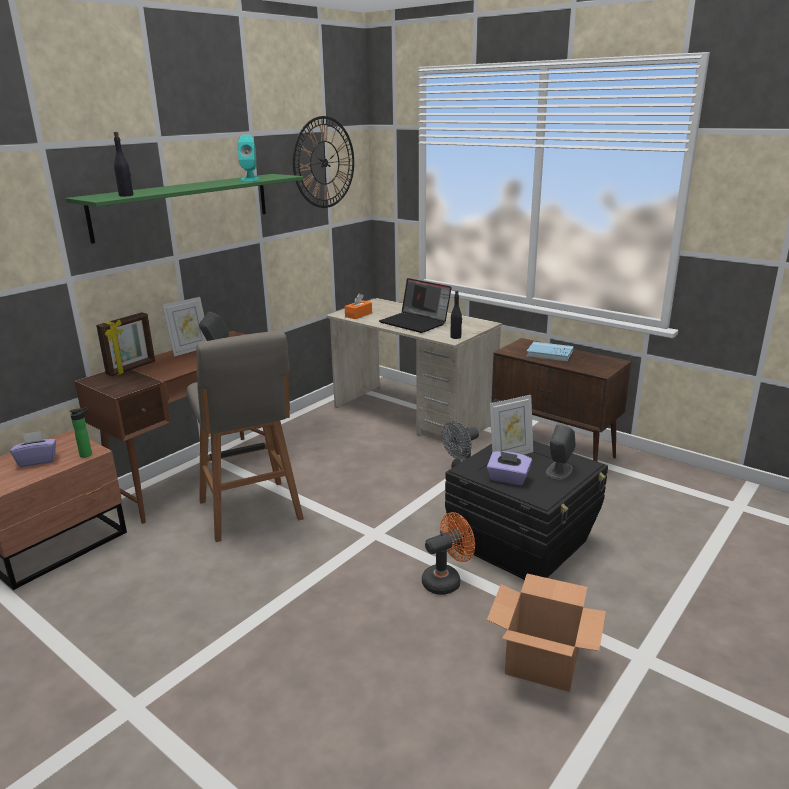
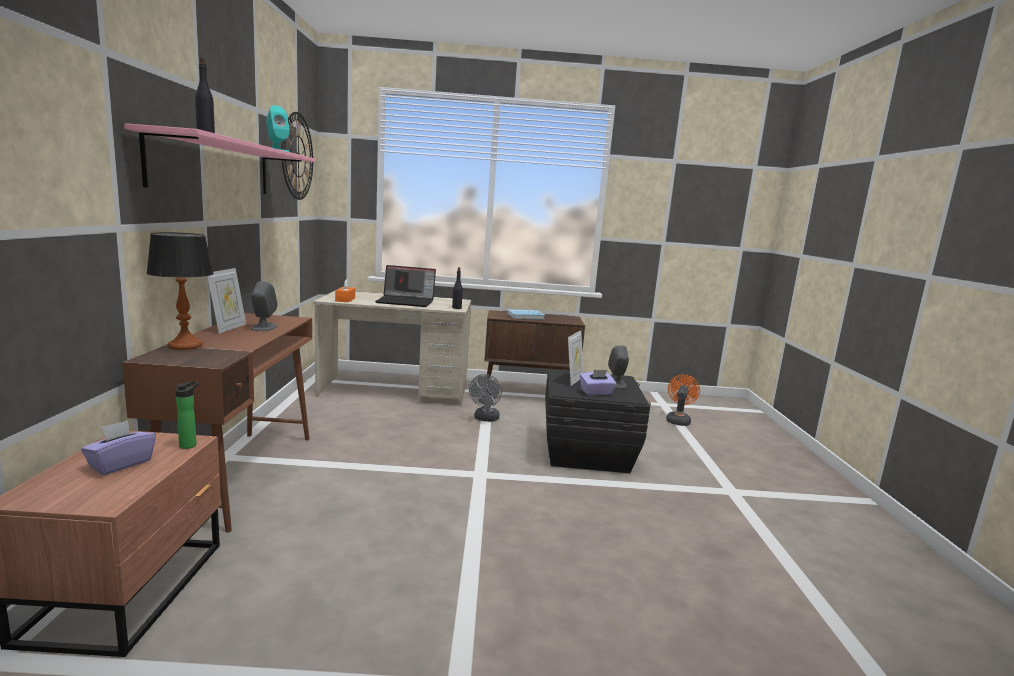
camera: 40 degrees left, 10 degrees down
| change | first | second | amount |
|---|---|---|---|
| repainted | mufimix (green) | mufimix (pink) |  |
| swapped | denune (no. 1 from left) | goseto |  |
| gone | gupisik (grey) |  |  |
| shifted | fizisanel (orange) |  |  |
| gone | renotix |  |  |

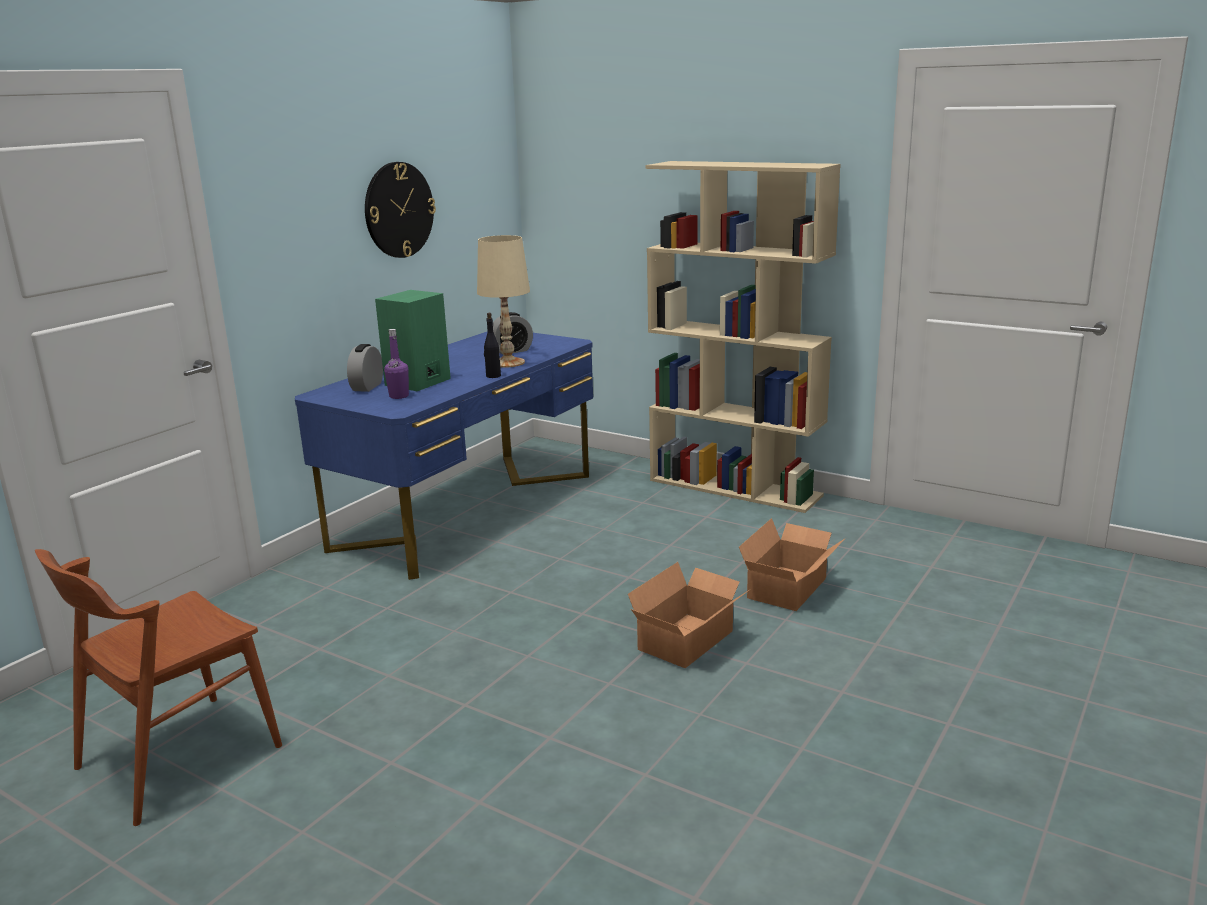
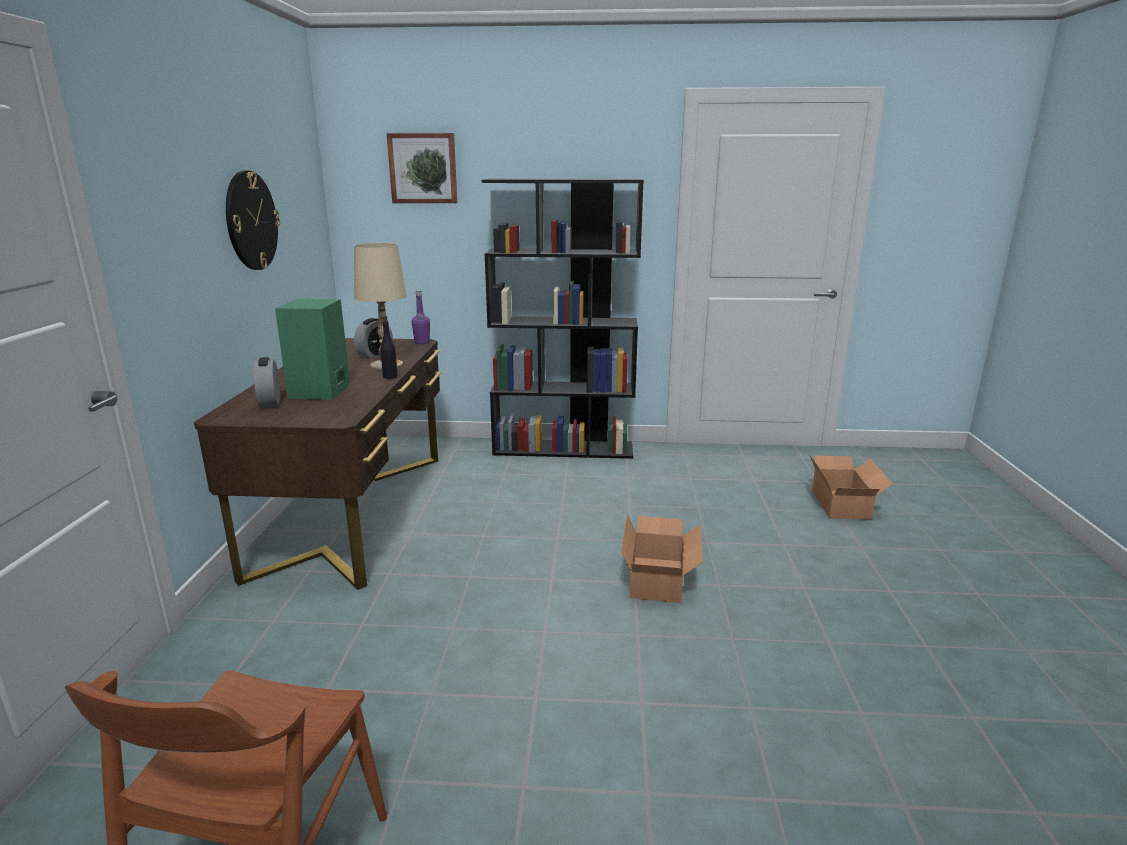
camera: 30 degrees left, 0 degrees up
| change | first | second | amount |
|---|---|---|---|
| repainted | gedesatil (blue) | gedesatil (brown) |  |
| shifted | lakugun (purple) |  |  |
| repainted | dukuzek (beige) | dukuzek (black) |  |
| shifted | renotix (no. 2 from left) |  |  |
| new |  | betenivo |  |

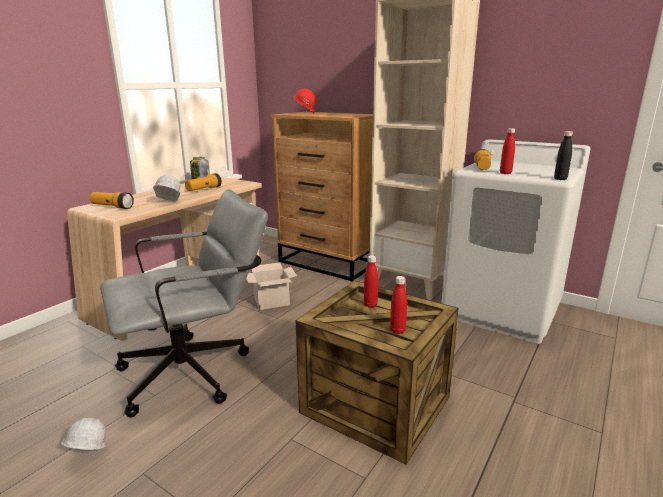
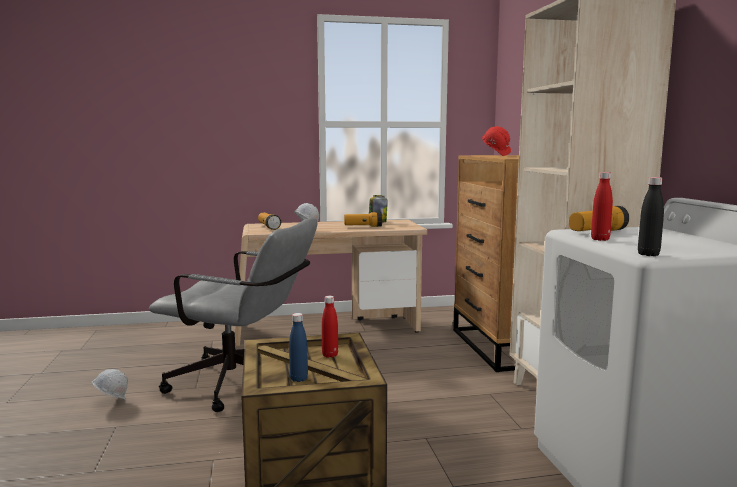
camera: 45 degrees right, 10 degrees down
| change | first | second | amount |
|---|---|---|---|
| gone | renotix |  |  |
| repainted | lakugun (red) (no. 2 from left) | lakugun (blue) |  |

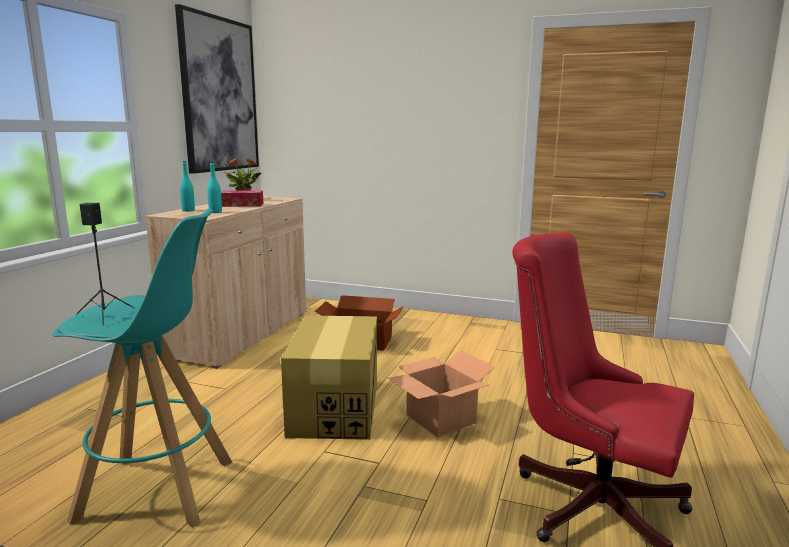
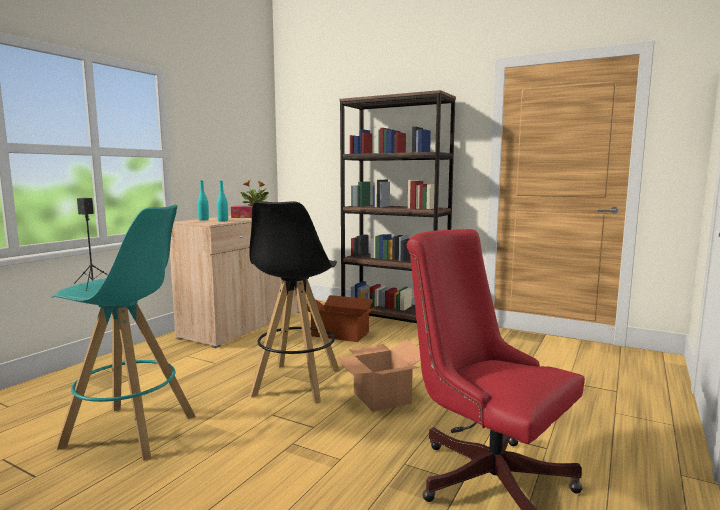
camera: 10 degrees right, 5 degrees down
| change | first | second | amount |
|---|---|---|---|
| gone | betenivo |  |  |
| swapped | renotix (no. 1 from left) | gupisik (black) |  |
| new |  | dukuzek (brown) |  |

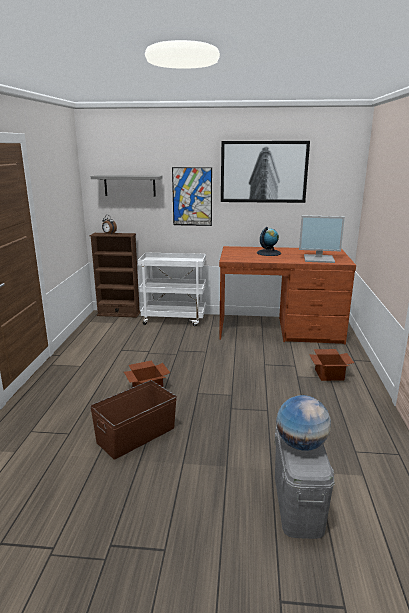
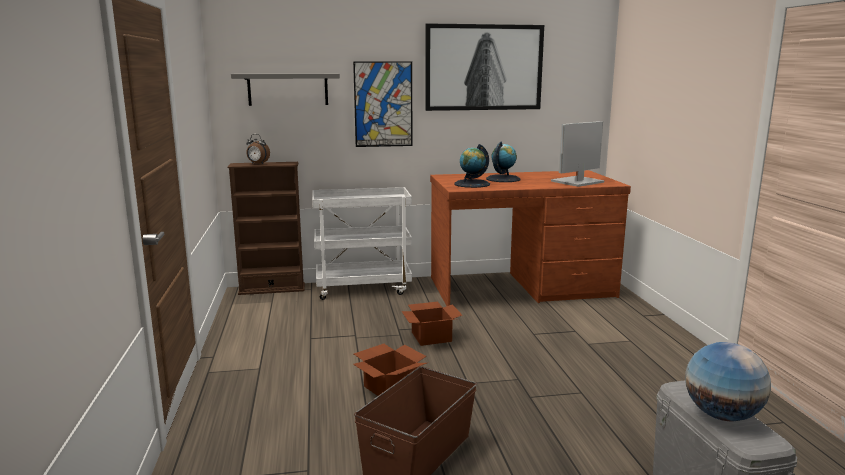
camera: 15 degrees left, 5 degrees down
| change | first | second | amount |
|---|---|---|---|
| rotated | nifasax |  | 150 degrees clockwise |
| shifted | renotix (no. 2 from left) |  |  |
| new |  | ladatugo (no. 1 from left) |  |

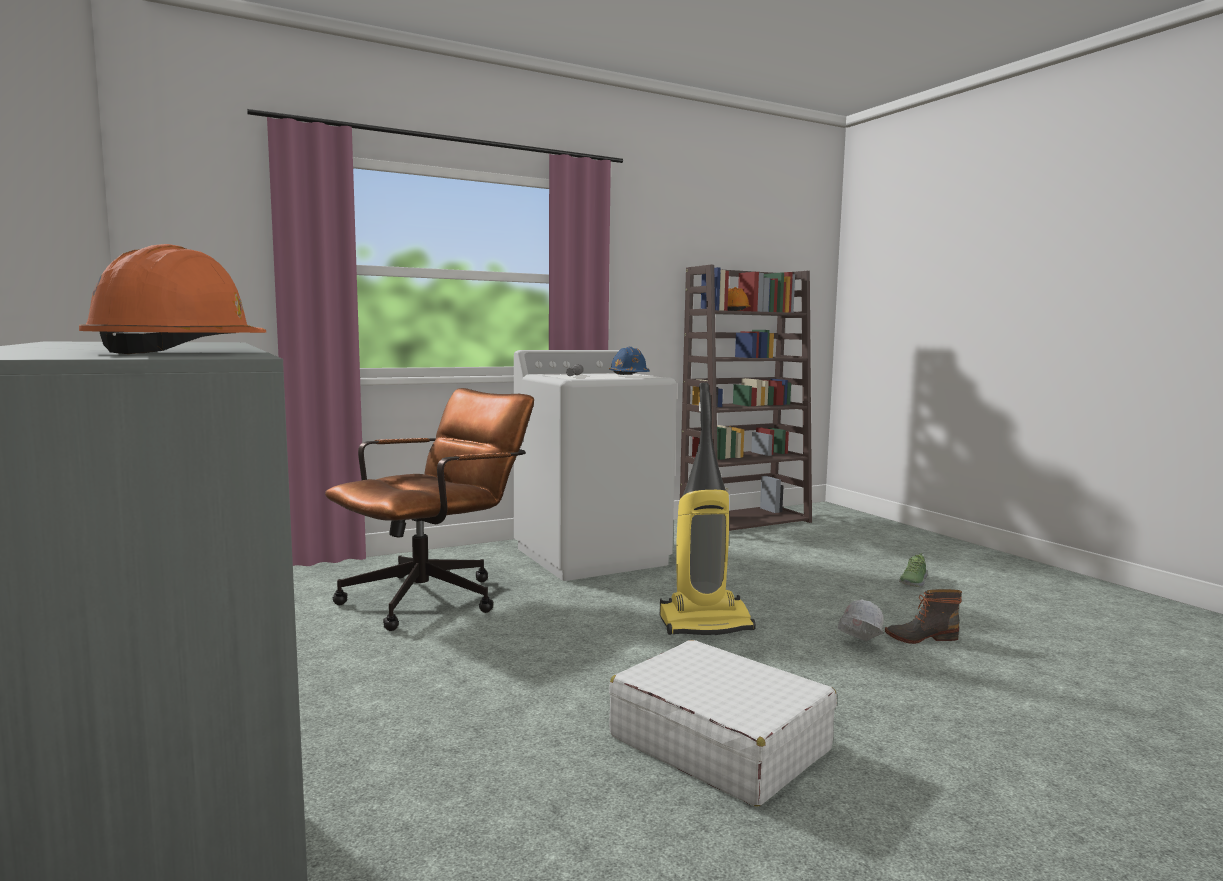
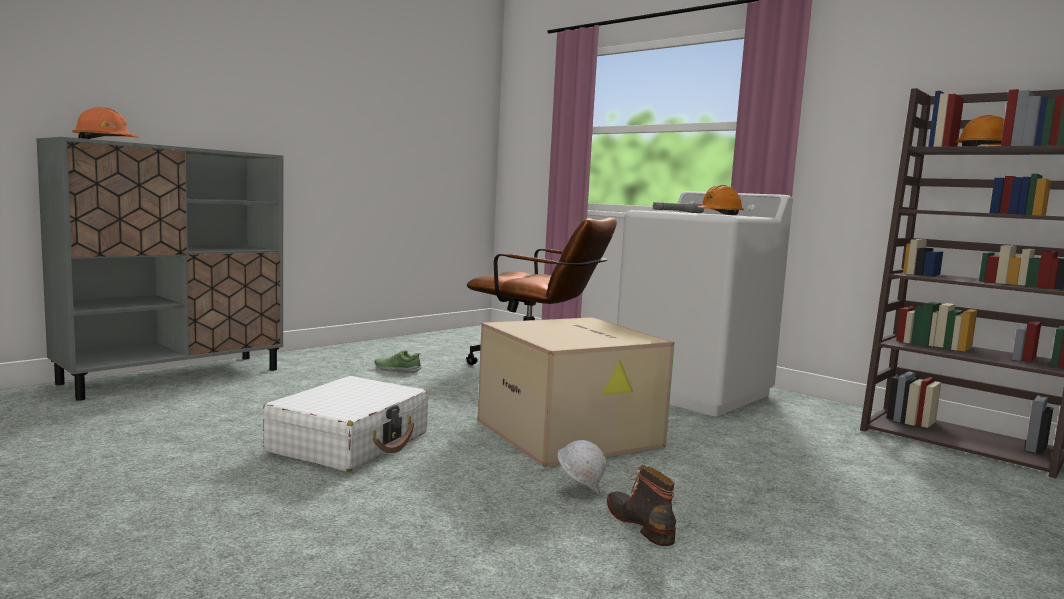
camera: 70 degrees right, 0 degrees up
| change | first | second | amount |
|---|---|---|---|
| repainted | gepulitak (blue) | gepulitak (orange) (no. 2 from left) |  |
| swapped | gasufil | renotix |  |
| shifted | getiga |  |  |

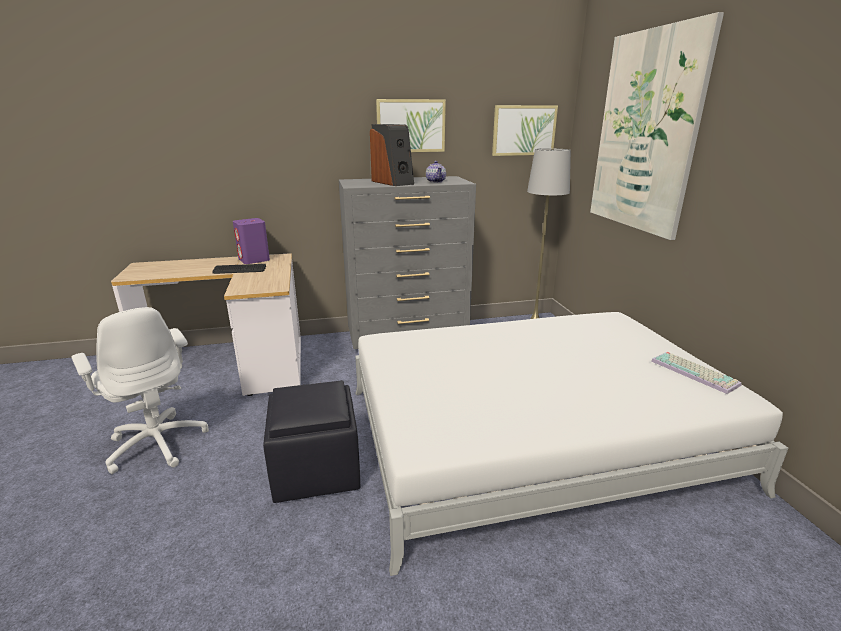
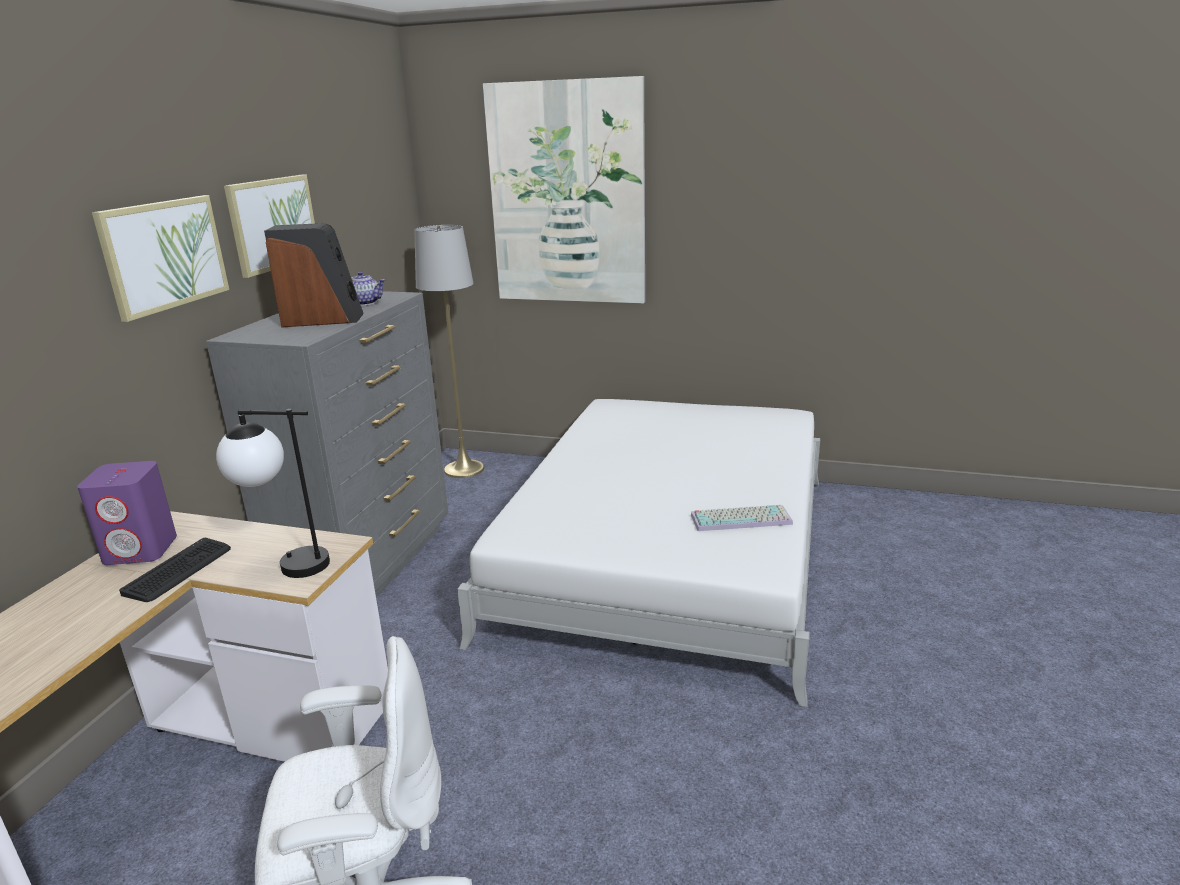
camera: 60 degrees left, 0 degrees up
| change | first | second | amount |
|---|---|---|---|
| gone | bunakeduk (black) |  |  |
| shifted | betenivo (no. 2 from left in the first image) | betenivo (no. 1 from left) |  |
| shifted | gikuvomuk (no. 2 from left) |  |  |
| new |  | goseto |  |

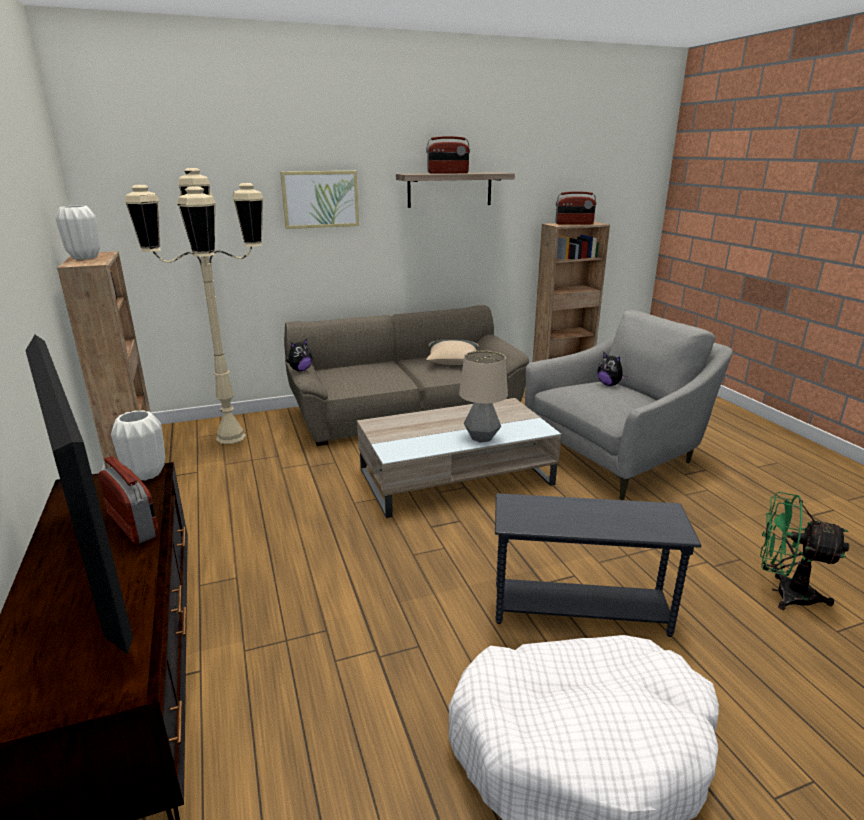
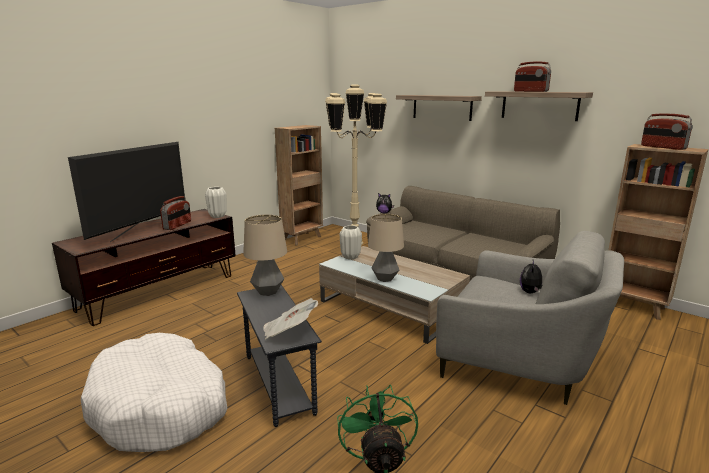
camera: 60 degrees right, 5 degrees down
| change | first | second | amount |
|---|---|---|---|
| shifted | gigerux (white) (no. 1 from left in the first image) | gigerux (white) (no. 2 from left) |  |
| swapped | betenivo | mufimix (no. 1 from left) |  |
| gone | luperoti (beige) |  |  |
| new |  | goseto (no. 1 from left) |  |
| new |  | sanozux |  |

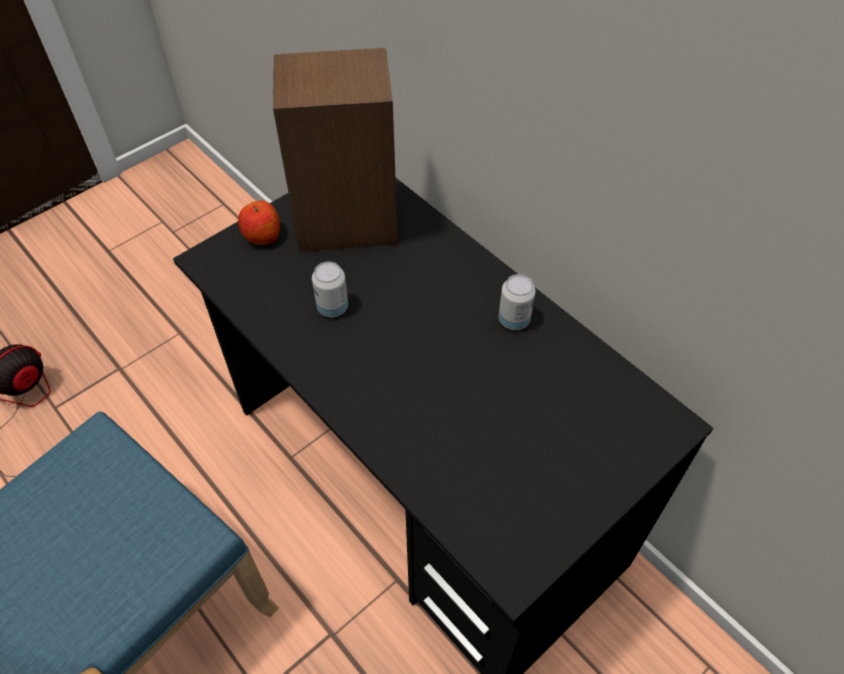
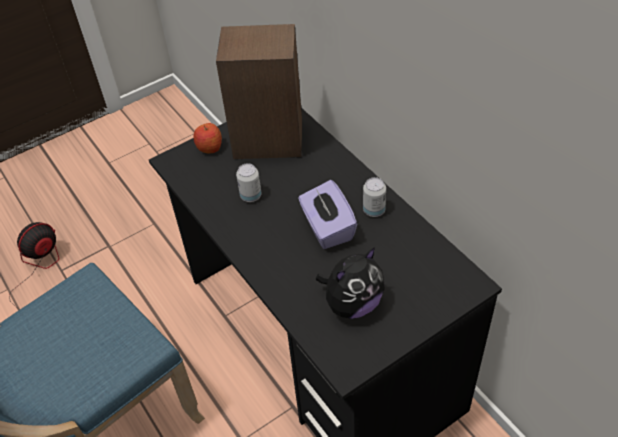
camera: 10 degrees right, 5 degrees down
| change | first | second | amount |
|---|---|---|---|
| new |  | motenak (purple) |  |
| new |  | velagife |  |

